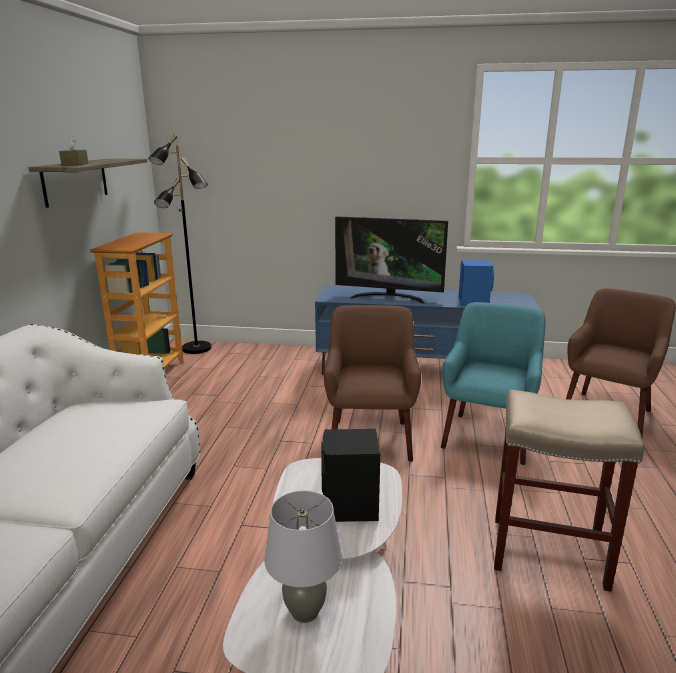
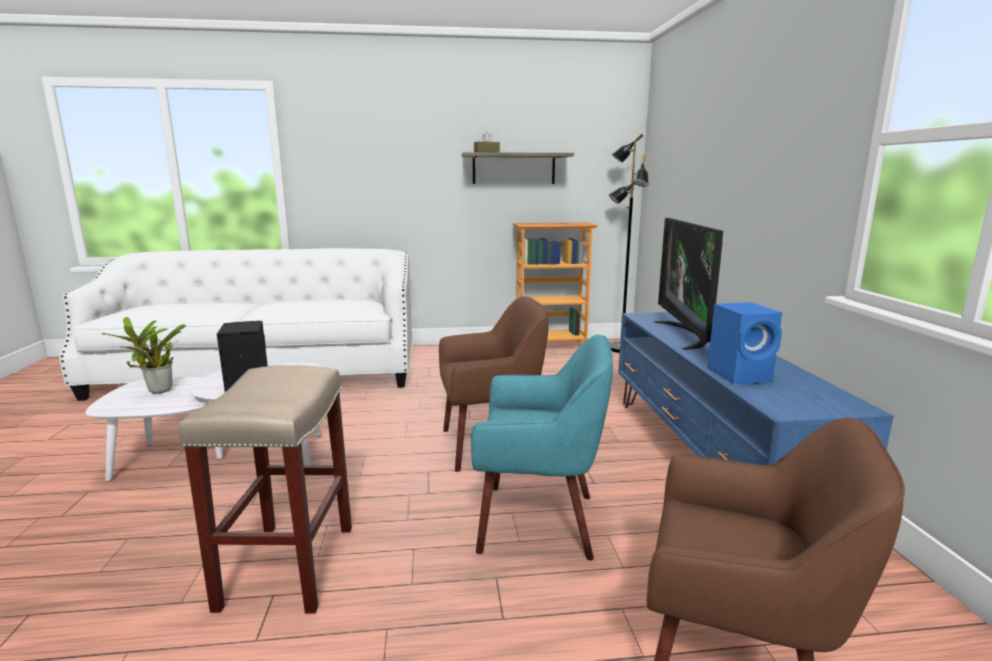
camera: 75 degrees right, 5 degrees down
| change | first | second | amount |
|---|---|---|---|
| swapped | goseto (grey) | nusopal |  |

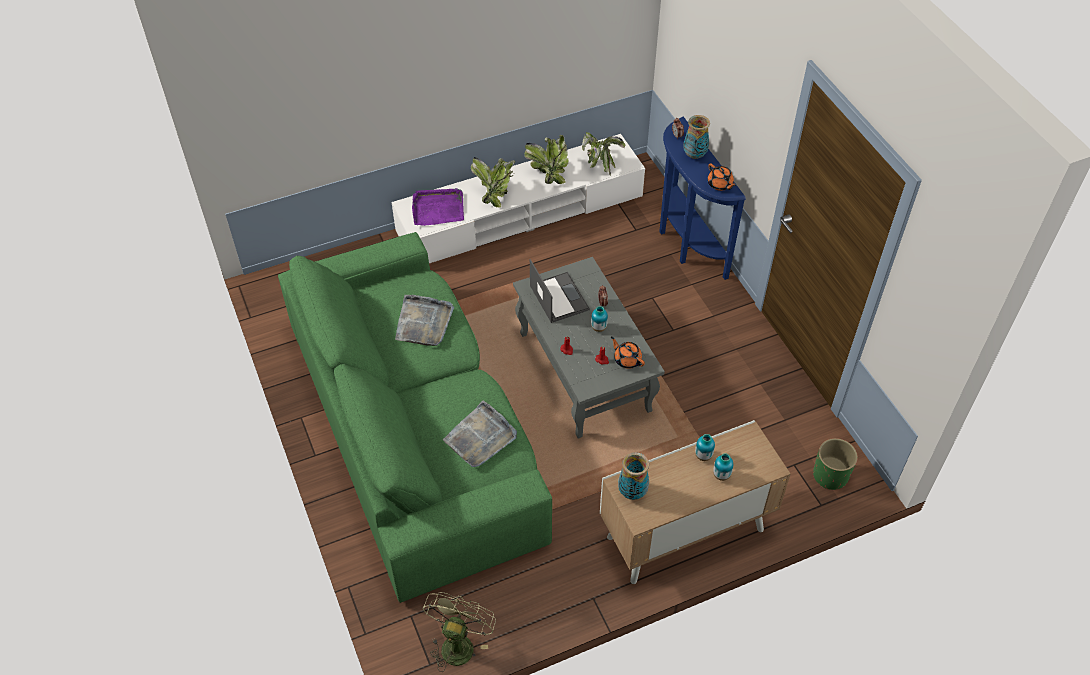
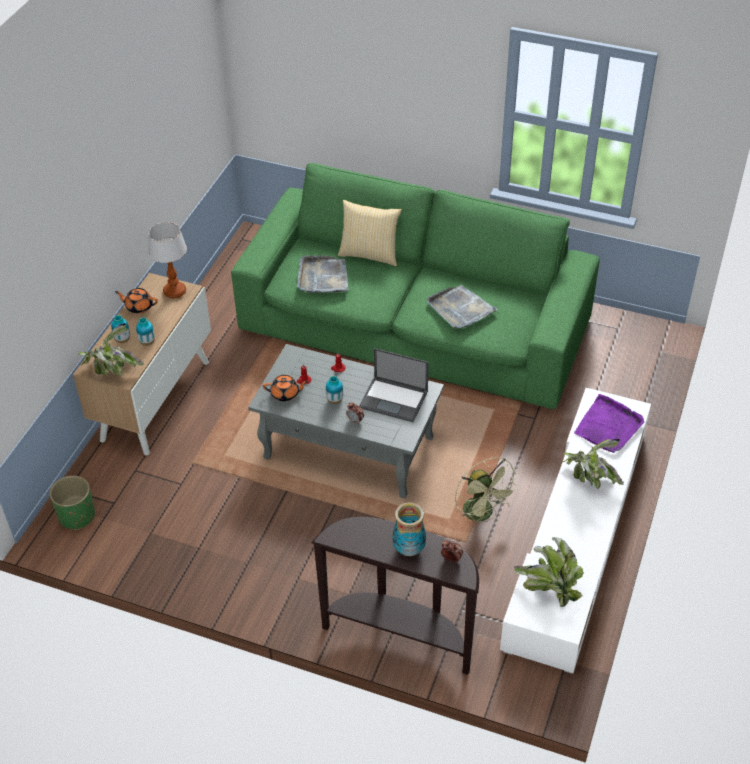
camera: 135 degrees right, 5 degrees down
| change | first | second | amount |
|---|---|---|---|
| shifted | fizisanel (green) |  |  |
| shifted | nusopal (no. 2 from left in the first image) | nusopal (no. 1 from left) |  |
| swapped | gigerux (no. 2 from left) | goseto |  |
| repainted | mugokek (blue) | mugokek (brown) |  |
| shifted | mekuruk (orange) (no. 2 from left in the first image) | mekuruk (orange) (no. 1 from left) |  |
| new |  | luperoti |  |

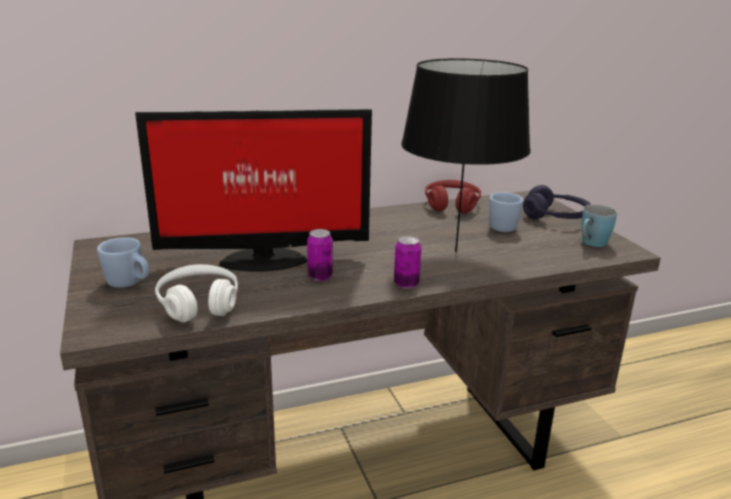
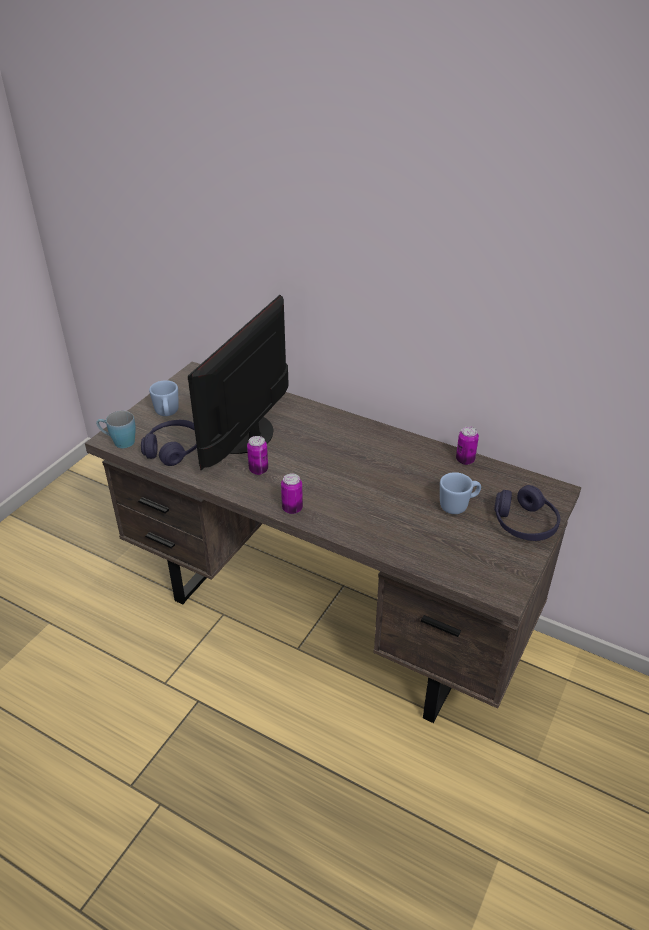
camera: 50 degrees right, 15 degrees up
| change | first | second | amount |
|---|---|---|---|
| rotated | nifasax |  | 75 degrees clockwise |
| repainted | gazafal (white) | gazafal (purple) (no. 1 from left) |  |
| gone | goseto (black) |  |  |
| swapped | gazafal (red) | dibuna (no. 3 from left) |  |
| shifted | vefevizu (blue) (no. 3 from left in the first image) | vefevizu (blue) (no. 1 from left) |  |

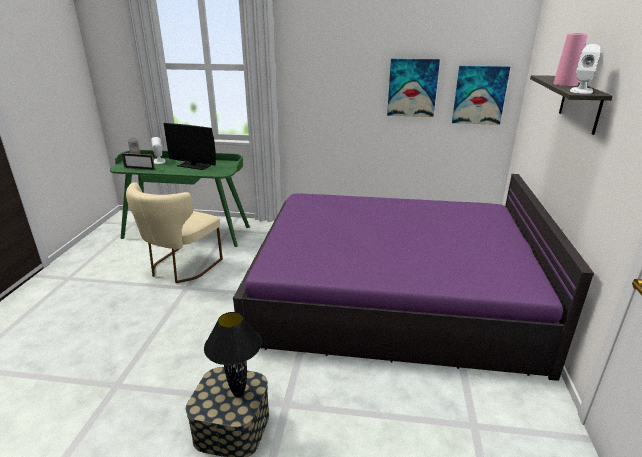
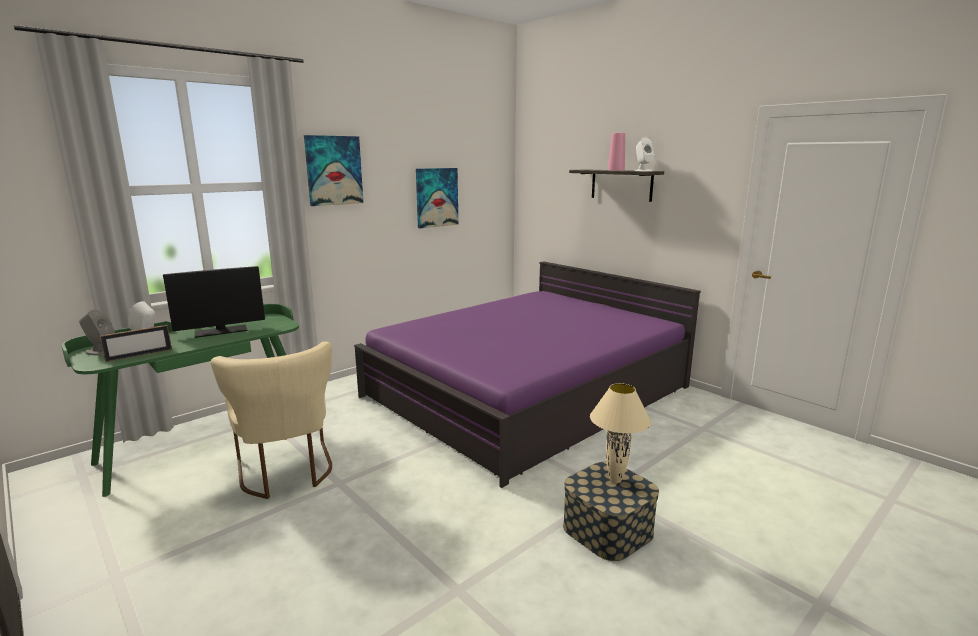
camera: 50 degrees left, 10 degrees down
| change | first | second | amount |
|---|---|---|---|
| repainted | goseto (black) | goseto (beige) |  |
| shifted | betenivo (no. 2 from left in the first image) | betenivo (no. 1 from left) |  |

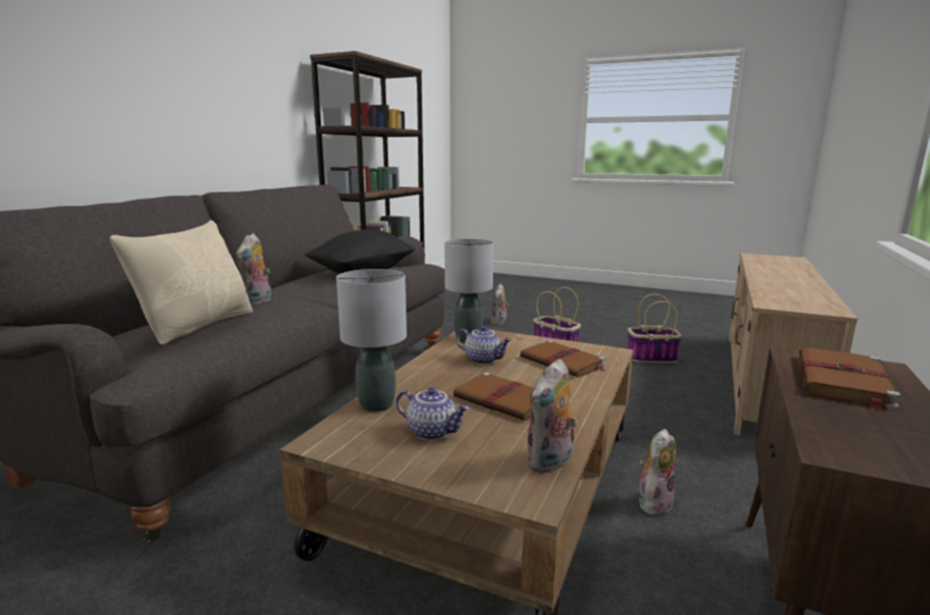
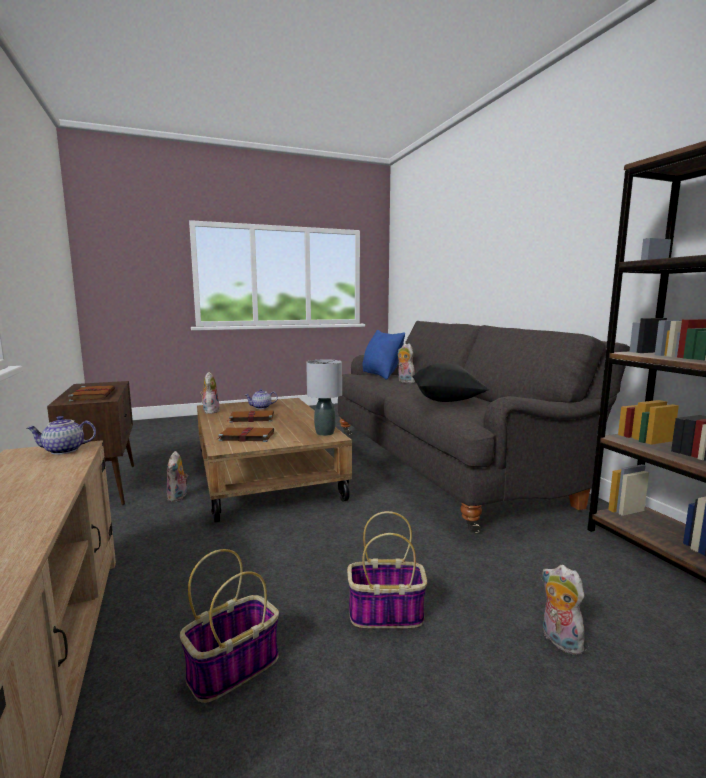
camera: 135 degrees right, 5 degrees down
| change | first | second | amount |
|---|---|---|---|
| repainted | luperoti (beige) | luperoti (blue) |  |
| gone | goseto (grey) (no. 1 from left) |  |  |
| shifted | mekuruk (no. 2 from left in the first image) | mekuruk (no. 1 from left) |  |

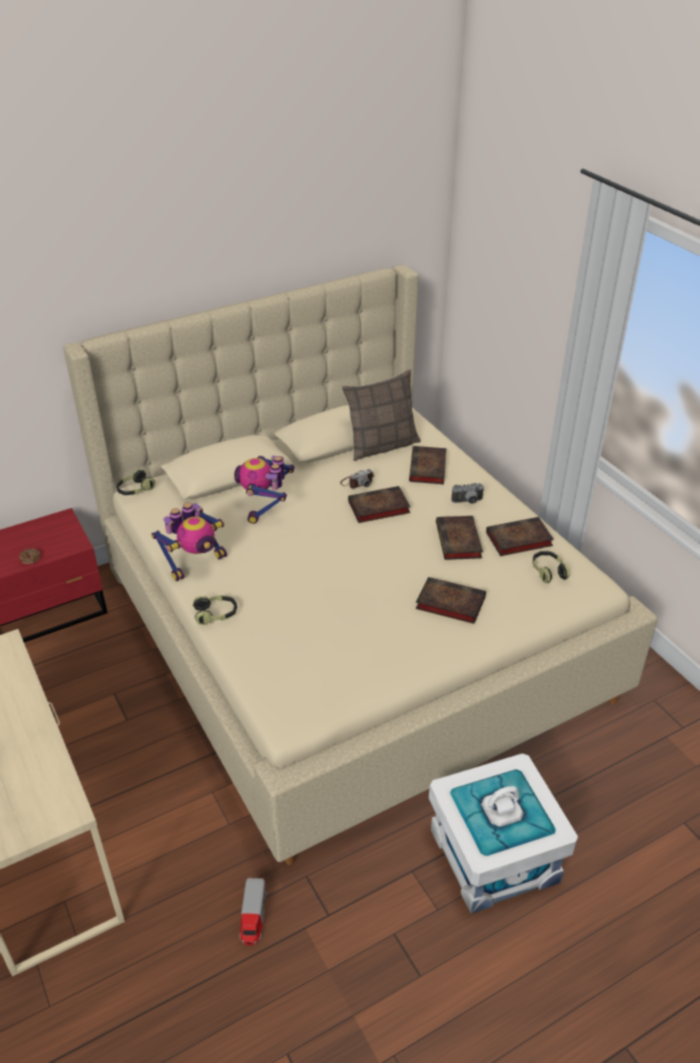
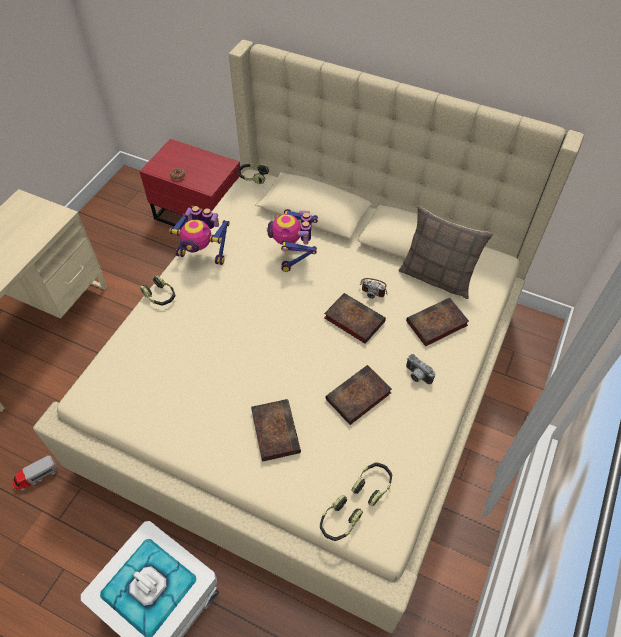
camera: 55 degrees right, 15 degrees up
| change | first | second | amount |
|---|---|---|---|
| rotated | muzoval (no. 2 from left) |  | 60 degrees counterclockwise |
| gone | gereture (no. 5 from left) |  |  |
| new |  | gazafal (no. 3 from left) |  |

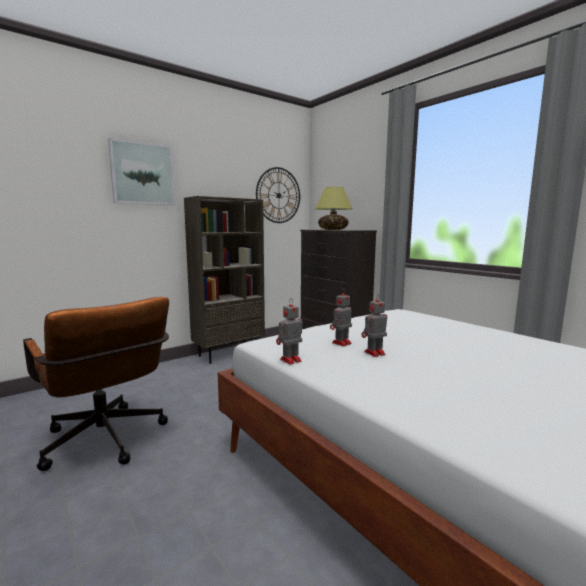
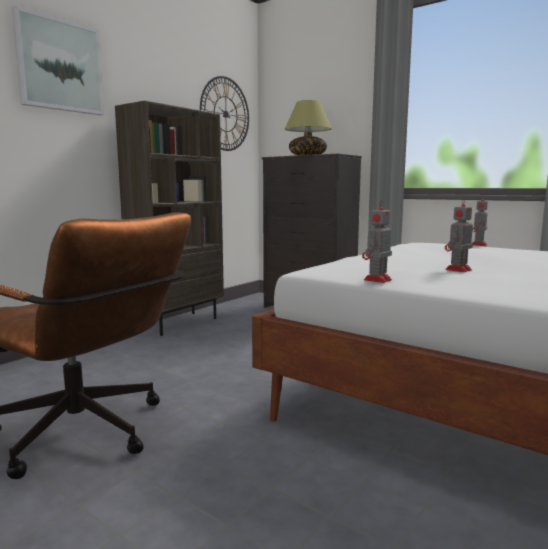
camera: 15 degrees left, 0 degrees up
| change | first | second | amount |
|---|---|---|---|
| shifted | muzoval (no. 2 from left in the first image) | muzoval (no. 3 from left) |  |

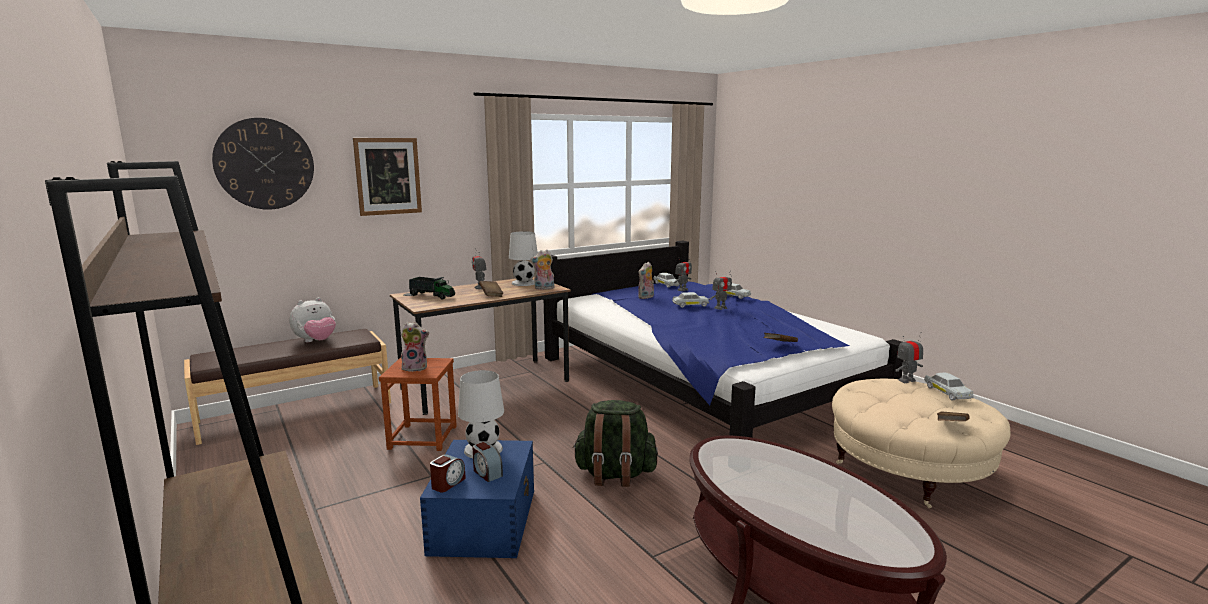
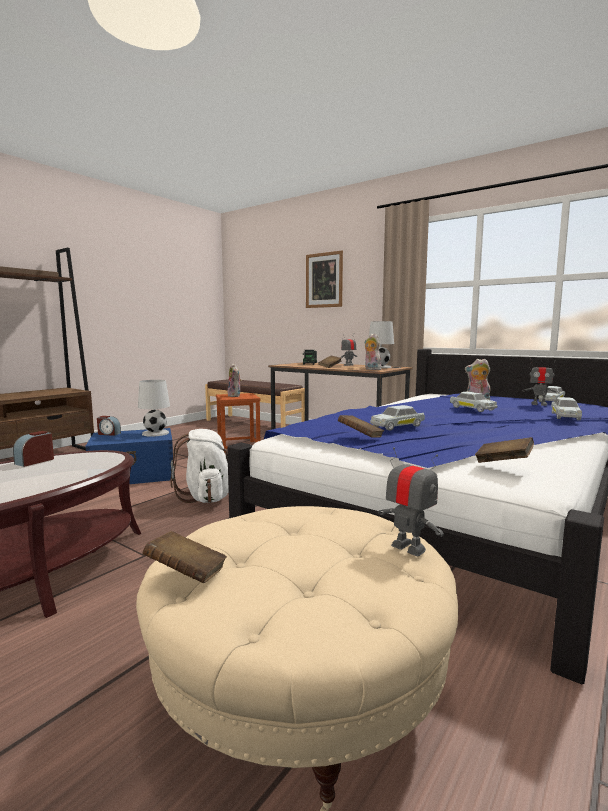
camera: 70 degrees right, 5 degrees down
| change | first | second | amount |
|---|---|---|---|
| gone | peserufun |  |  |
| gone | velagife (no. 1 from left) |  |  |
| shifted | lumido (no. 2 from left in the first image) | lumido (no. 1 from left) |  |
| repainted | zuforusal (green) | zuforusal (white) |  |
| gone | muzoval (no. 3 from left) |  |  |
| shifted | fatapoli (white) (no. 4 from left in the first image) | fatapoli (white) (no. 1 from left) |  |
| new |  | gereture (brown) (no. 4 from left) |  |

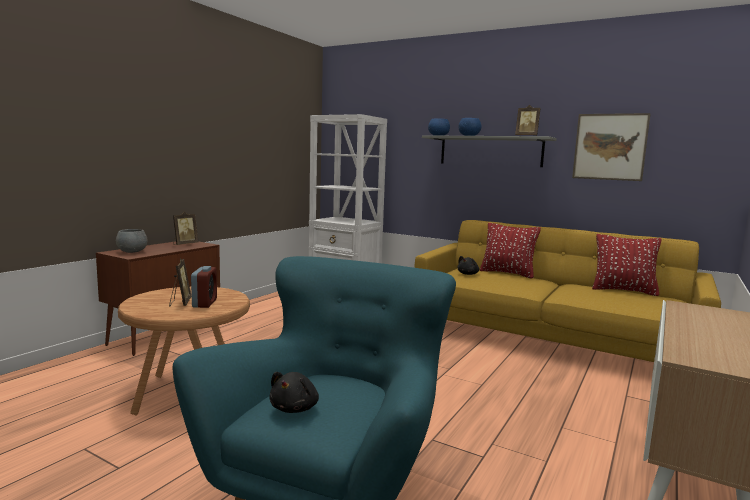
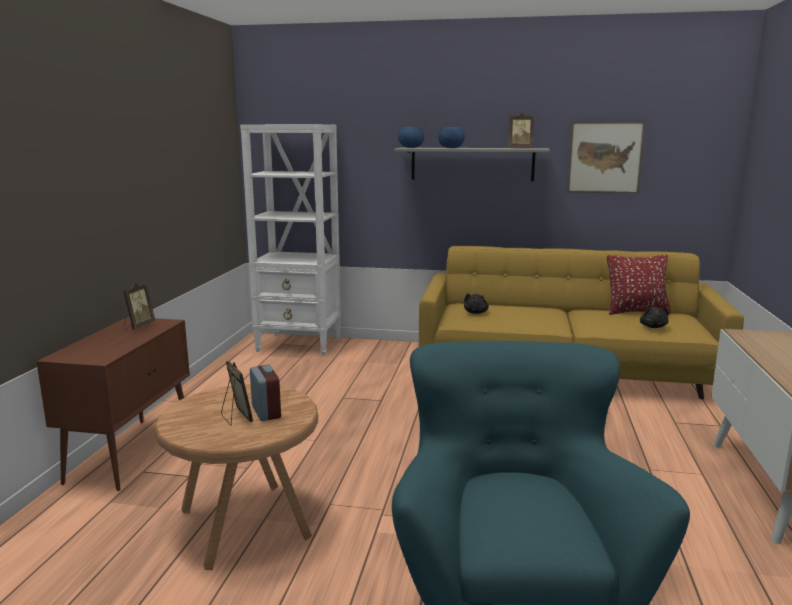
camera: 20 degrees left, 5 degrees up
| change | first | second | amount |
|---|---|---|---|
| gone | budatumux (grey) |  |  |
| shifted | velagife (black) (no. 1 from left in the first image) | velagife (black) (no. 2 from left) |  |
| gone | luperoti (red) (no. 1 from left) |  |  |

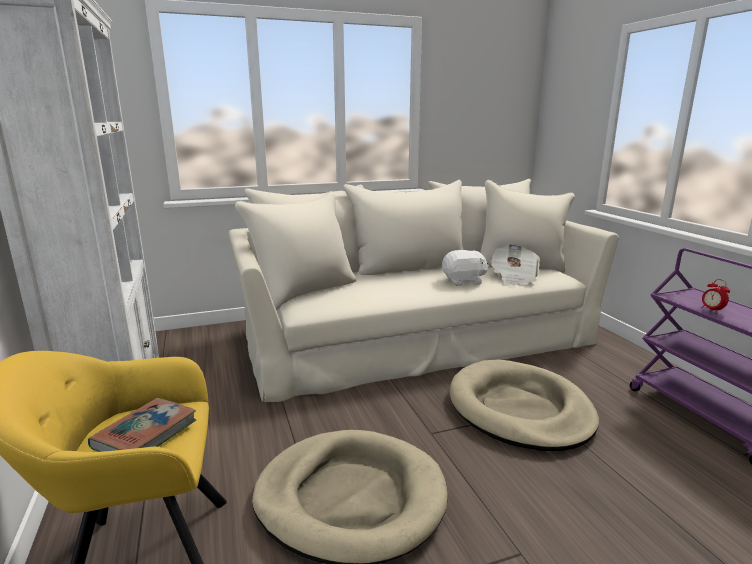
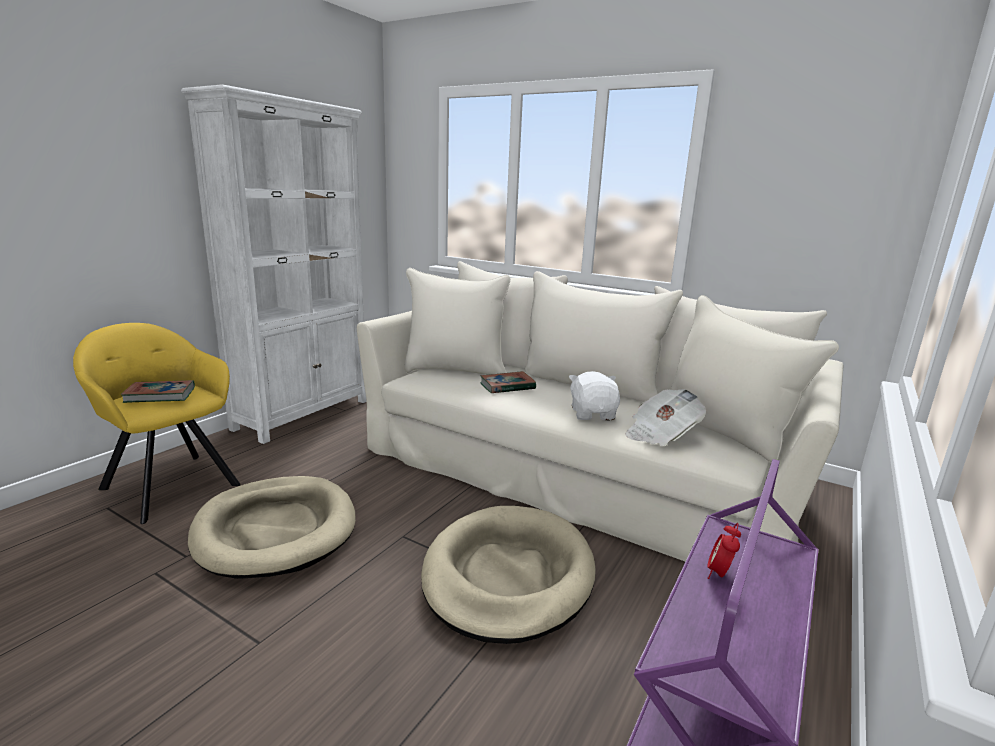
camera: 50 degrees right, 0 degrees up
| change | first | second | amount |
|---|---|---|---|
| rotated | velagife (white) |  | 135 degrees counterclockwise |
| new |  | gereture (no. 2 from left) |  |

